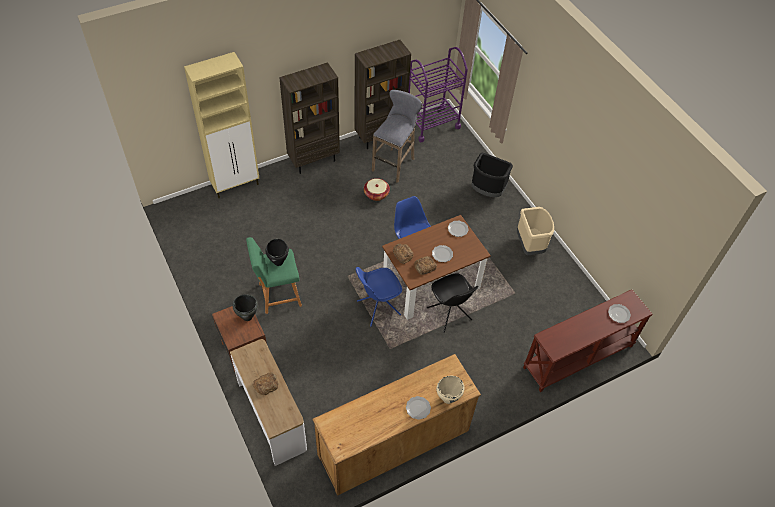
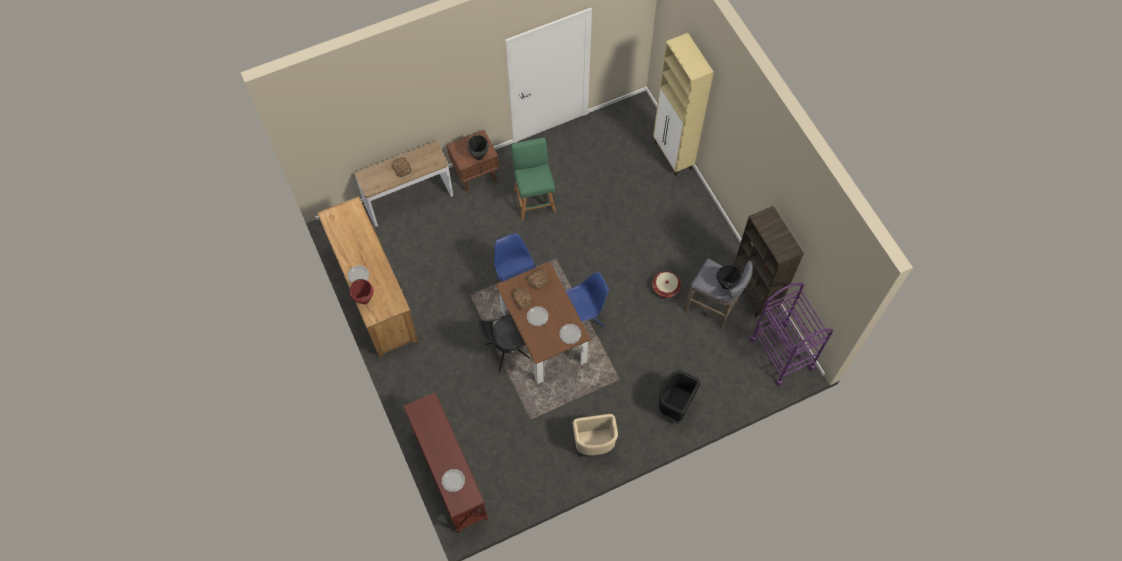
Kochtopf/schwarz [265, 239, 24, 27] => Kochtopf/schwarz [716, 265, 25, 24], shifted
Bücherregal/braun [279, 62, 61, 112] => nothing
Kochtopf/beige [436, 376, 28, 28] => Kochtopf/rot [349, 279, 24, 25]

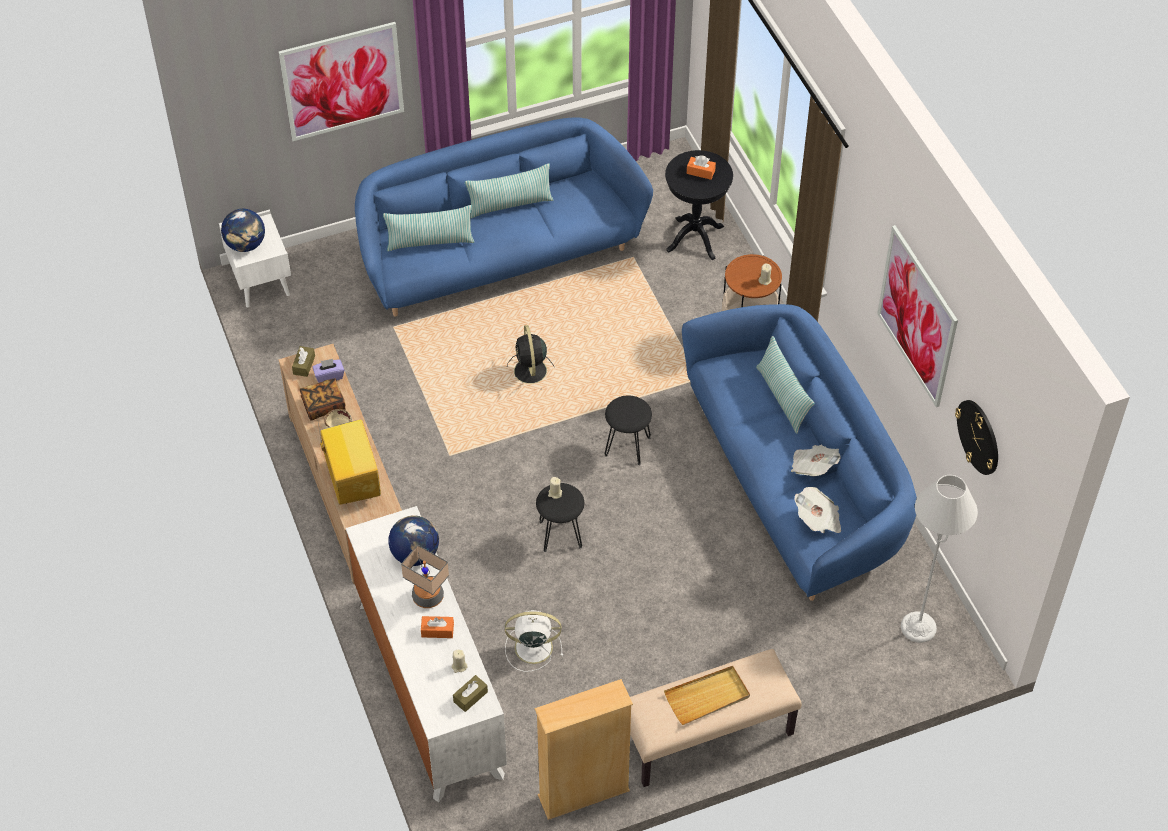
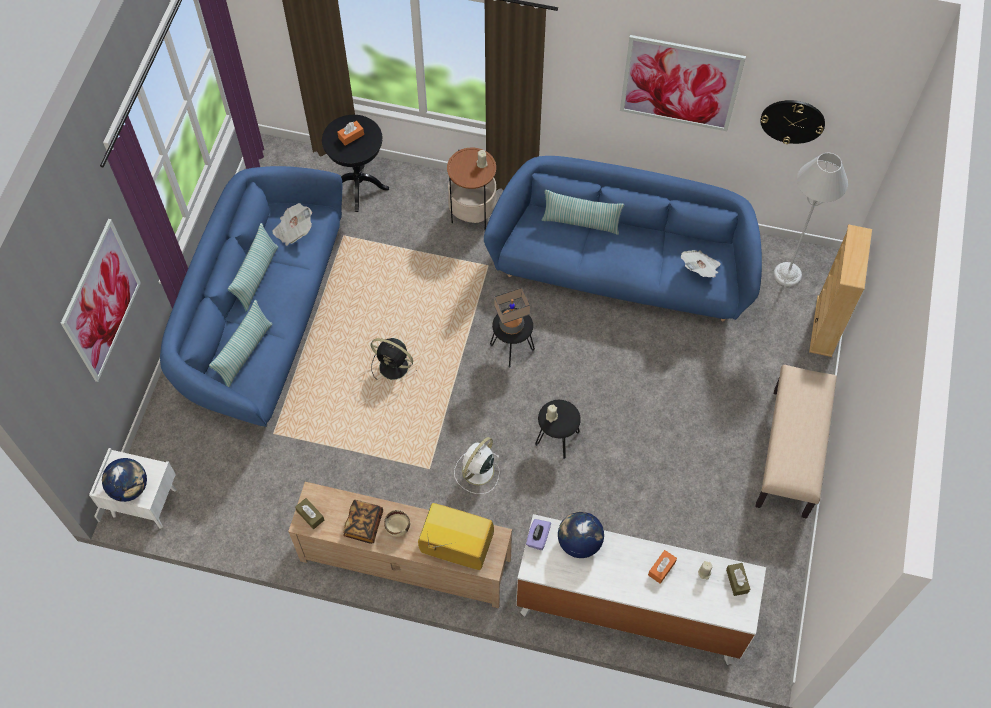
Taschentuchbox/lila [313, 359, 31, 24] => Taschentuchbox/lila [526, 519, 25, 31], shifted
Tischlampe [401, 545, 48, 63] => Tischlampe [494, 287, 36, 47], shifted
Ventilator/weiß [505, 610, 58, 62] => Ventilator/weiß [454, 437, 46, 57], shifted
Bücherregal/beige [535, 679, 98, 141] => Bücherregal/beige [809, 224, 63, 133], shifted
Tablett/beige [664, 666, 86, 59] => nothing
Zeitung [791, 445, 50, 31] => Zeitung [273, 203, 39, 43], shifted

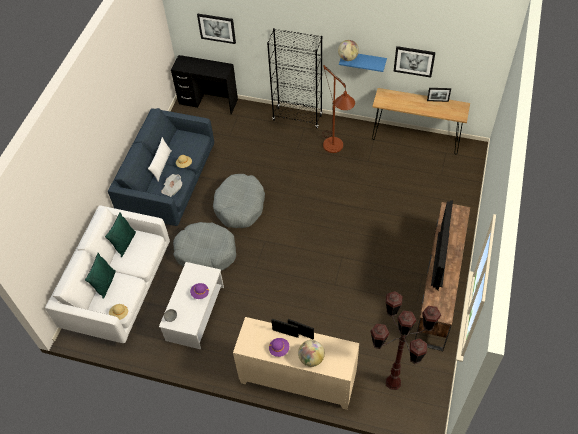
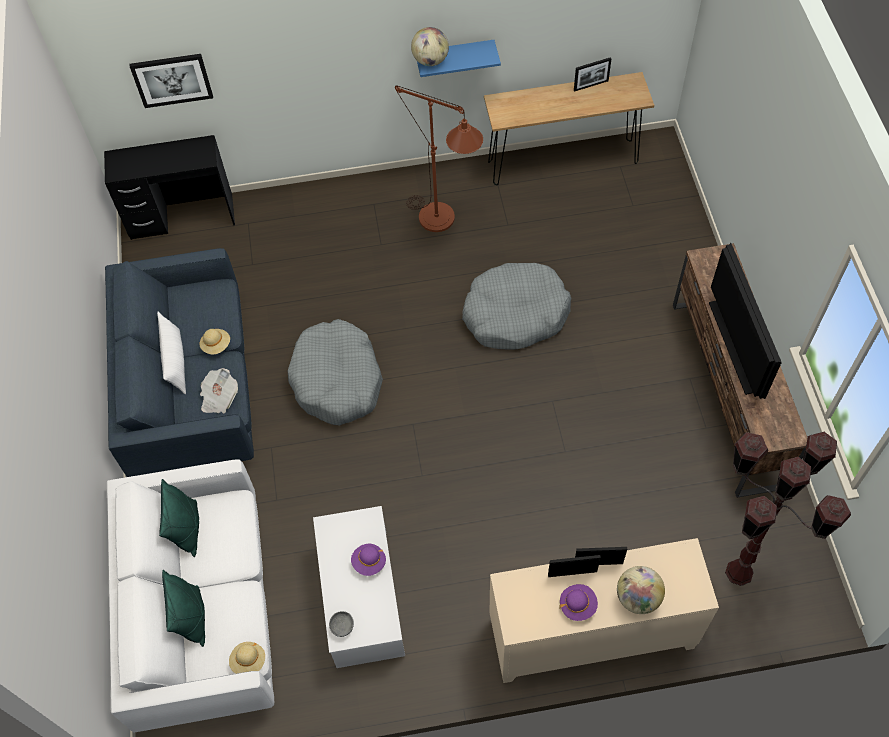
Hundebett/grau [173, 222, 63, 49] => Hundebett/grau [462, 263, 109, 87], shifted
Bücherregal/schwarz [267, 28, 56, 100] => nothing
Bild [393, 46, 43, 32] => nothing

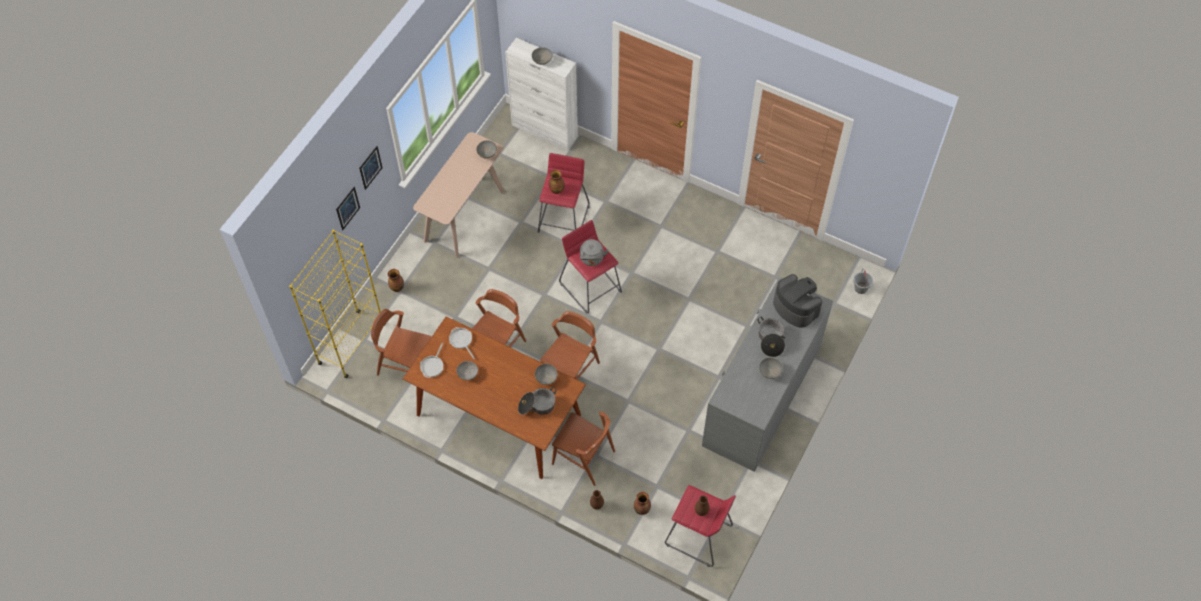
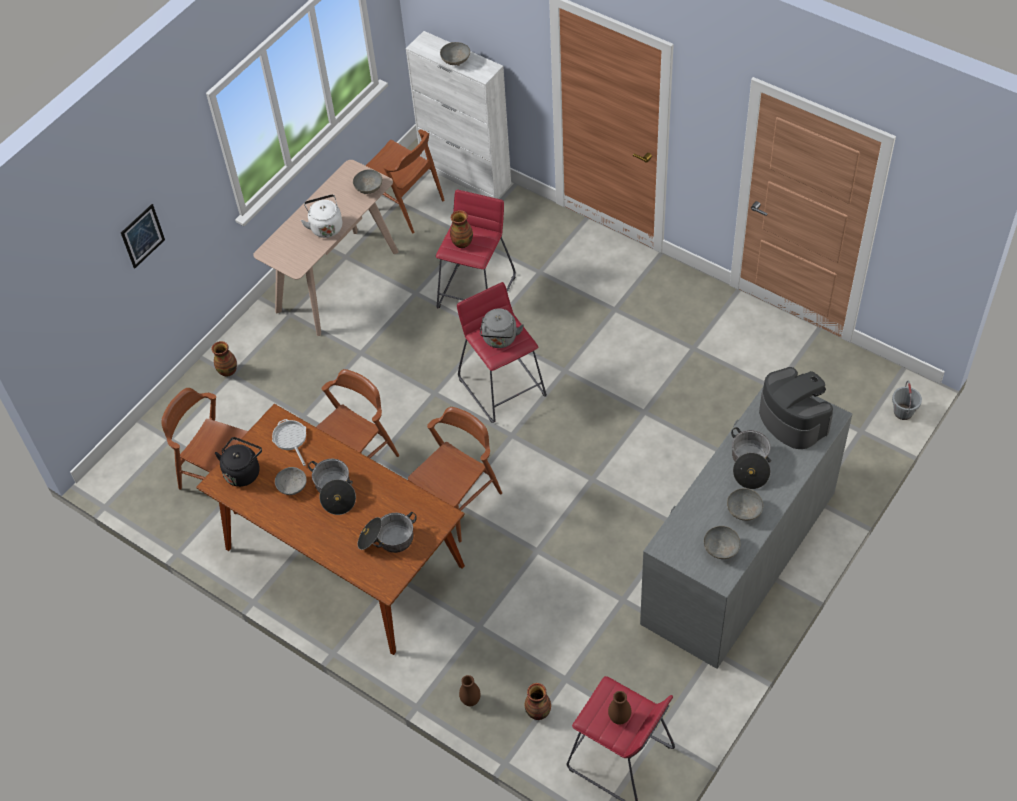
Bücherregal/gelb [289, 229, 97, 149] => nothing
Bild [359, 146, 23, 44] => nothing
Pfanne [420, 343, 24, 35] => Wasserkessel/schwarz [215, 437, 47, 50]
Schüssel/grau [535, 364, 23, 21] => Schüssel/grau [704, 526, 37, 33], shifted
Stuhl/braun [552, 411, 63, 75] => Stuhl/braun [365, 130, 80, 103], shifted
nothing => Wasserkessel/weiß [301, 194, 41, 44]
nothing => Kochtopf [308, 459, 48, 56]

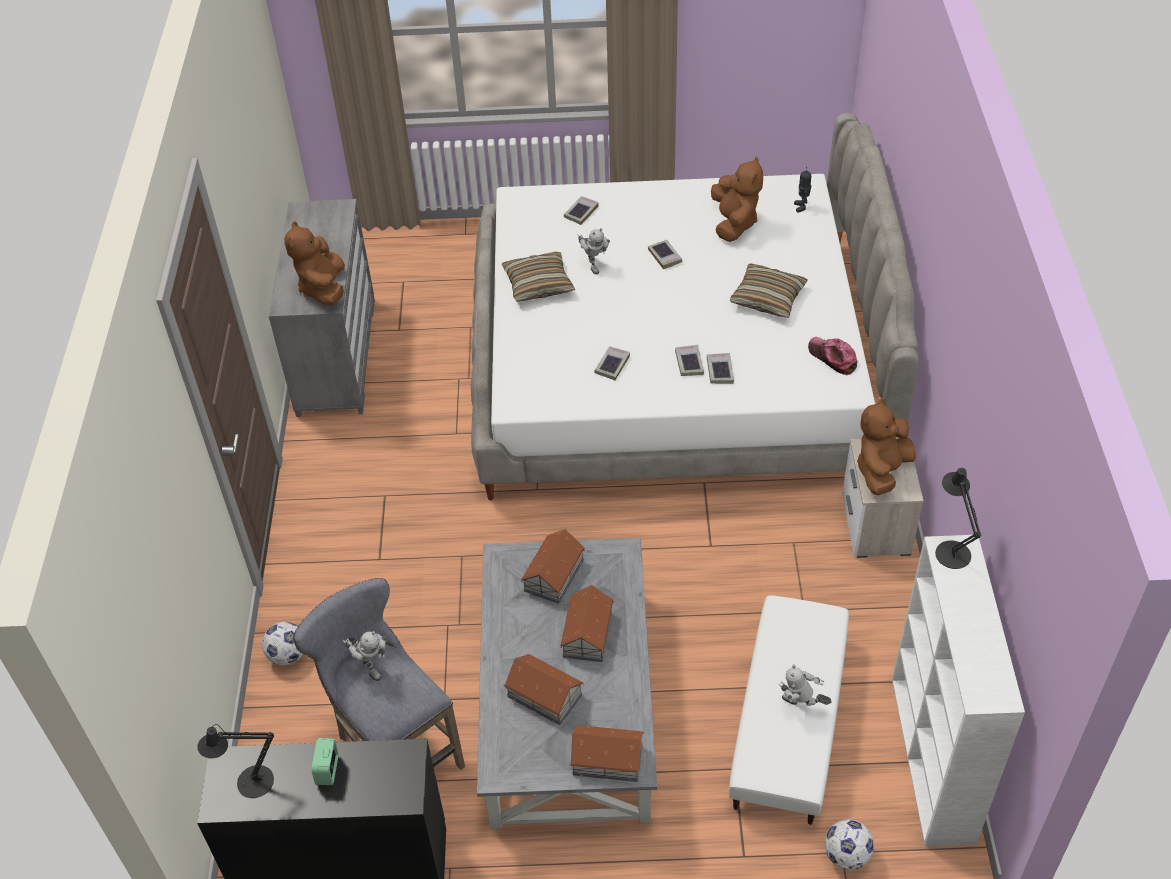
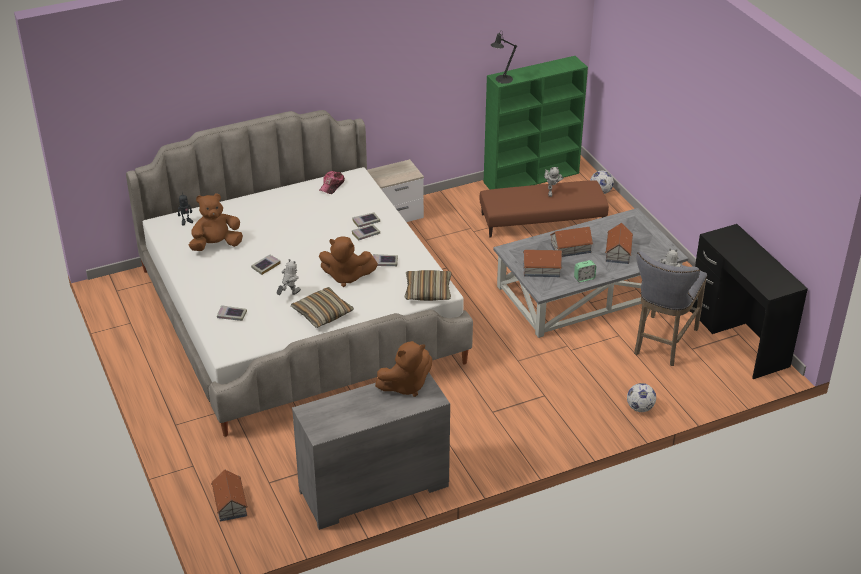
Tischlampe/schwarz [197, 724, 77, 74] => nothing
Wecker [312, 738, 26, 47] => Wecker [574, 260, 22, 22], shifted
Spielzeughaus [569, 725, 75, 57] => Spielzeughaus [211, 469, 37, 52], shifted
Polsterhocker/weiß [729, 595, 120, 230] => Polsterhocker/braun [480, 180, 129, 58]
Kissen [730, 263, 78, 55] => Kissen [404, 270, 48, 31], shifted
Plüschtier/braun [857, 398, 59, 97] => Plüschtier/braun [319, 237, 59, 50], shifted
Bücherregal/weiß [892, 535, 133, 312] => Bücherregal/grün [484, 56, 104, 133]

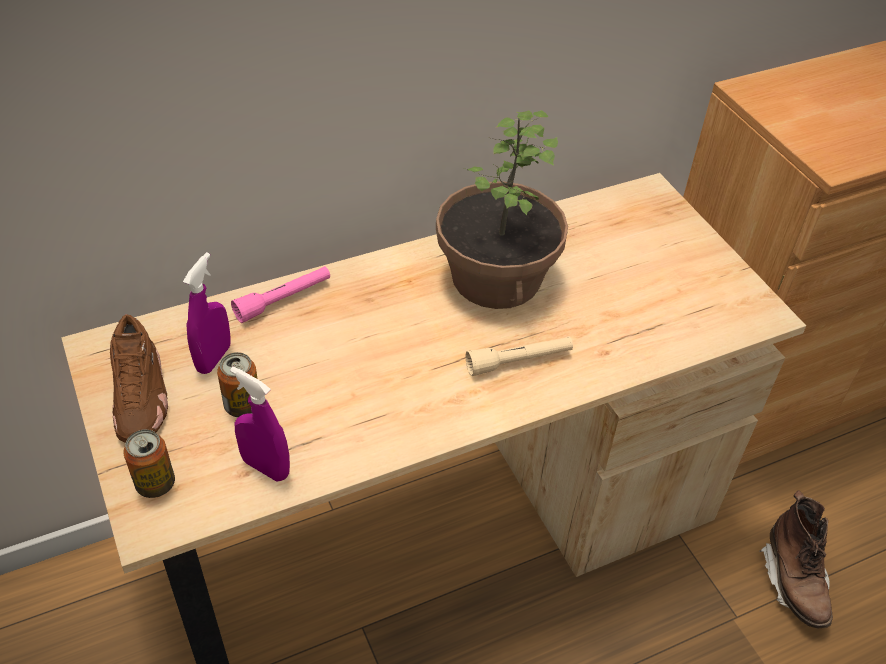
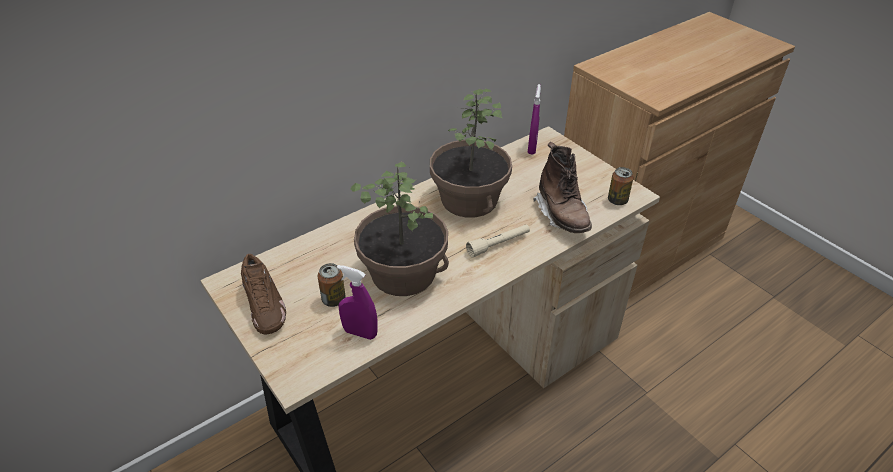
Dose [123, 429, 52, 69] => Dose [608, 167, 25, 38], shifted
Sprühflasche/lila [183, 252, 48, 122] => Sprühflasche/lila [528, 84, 13, 70], shifted
Taschenlampe/rosa [231, 266, 99, 57] => nothing
Stiefel/braun [759, 490, 74, 139] => Stiefel/braun [533, 142, 59, 91], shifted
nothing => Topfpflanze [350, 161, 99, 135]

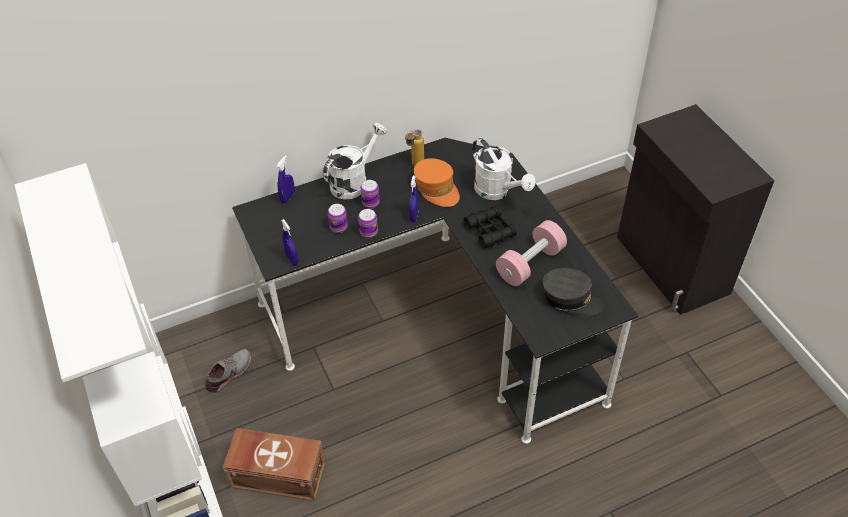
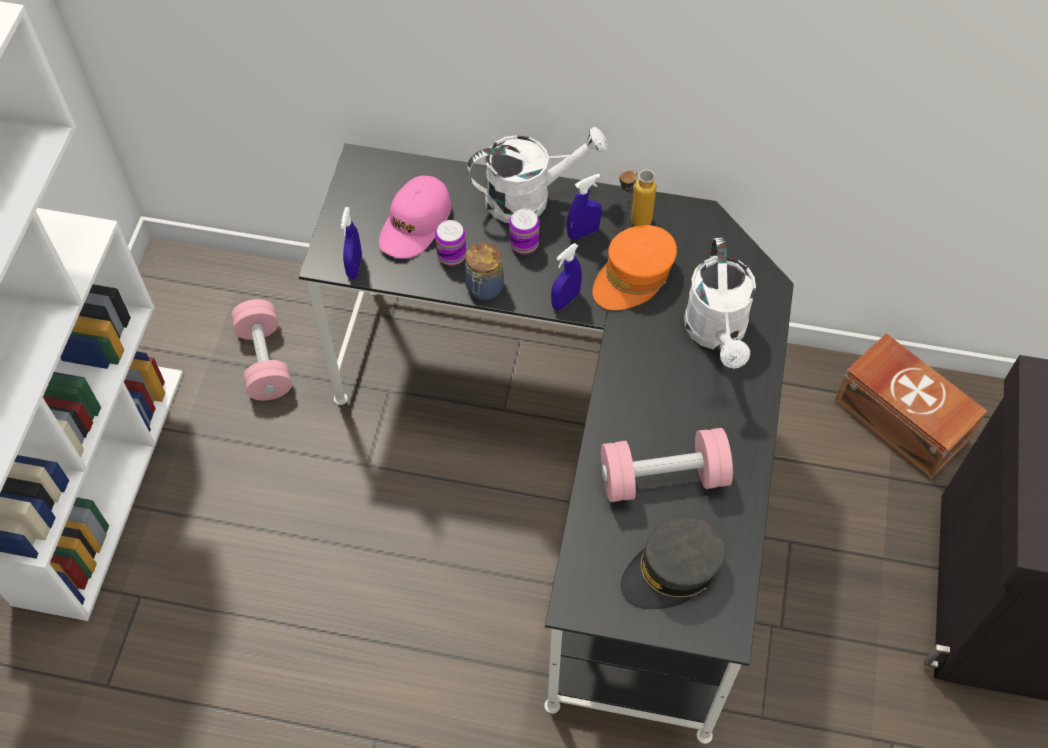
Schuh/grau [206, 349, 45, 44] => Hantel/rosa [231, 299, 61, 101]
Aufbewahrungsbox/braun [223, 428, 102, 73] => Aufbewahrungsbox/braun [834, 333, 153, 146], shifted
Sprühflasche/blau [276, 155, 19, 49] => Sprühflasche/blau [567, 174, 35, 66], shifted
Dose [358, 209, 20, 29] => Vorratsglas [465, 242, 39, 58]
Kappe/orange [414, 158, 46, 49] => Kappe/orange [592, 225, 85, 85], 45 degrees clockwise
Fernglas/schwarz [463, 205, 54, 43] => nothing
Kappe/grau [543, 268, 60, 49] => Kappe/grau [621, 517, 105, 92], 90 degrees clockwise
nothing => Kappe/rosa [379, 176, 72, 83]

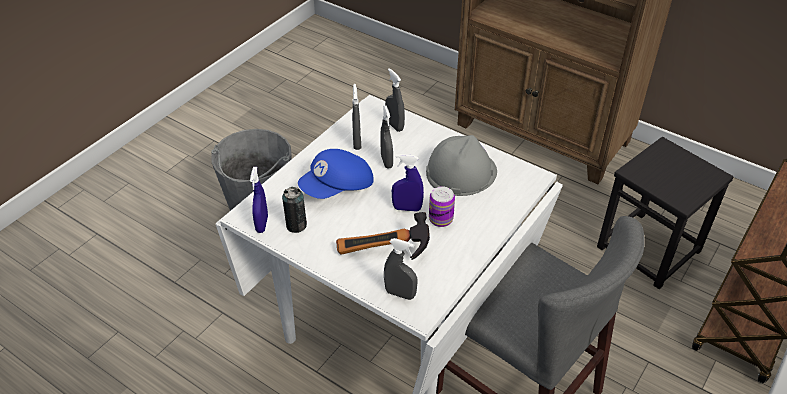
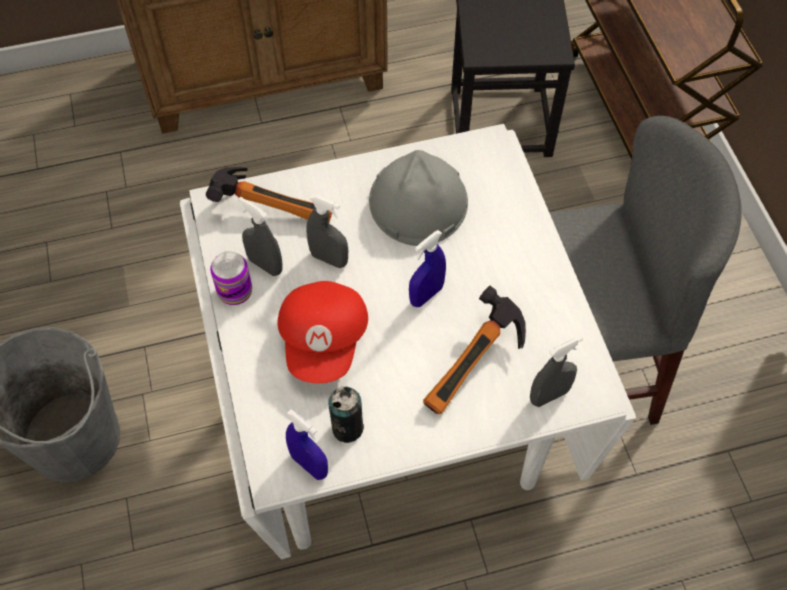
Kappe/blau [298, 149, 76, 50] => Kappe/rot [278, 281, 90, 102]
Sprühflasche/grau [385, 68, 20, 64] => Hammer [206, 167, 126, 55]
Dose [429, 186, 26, 41] => Dose [210, 251, 42, 54], shifted

